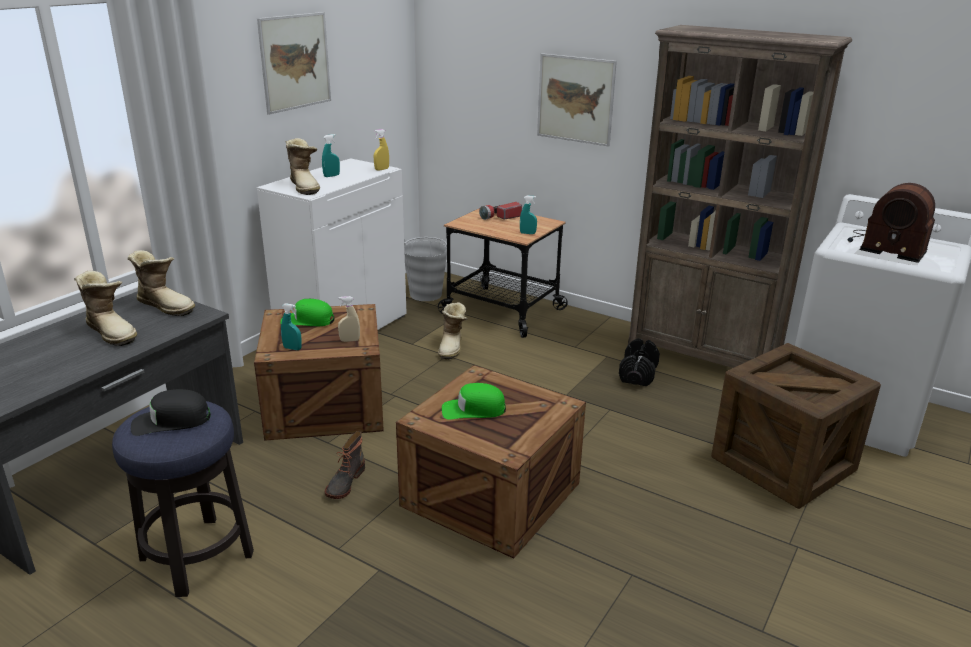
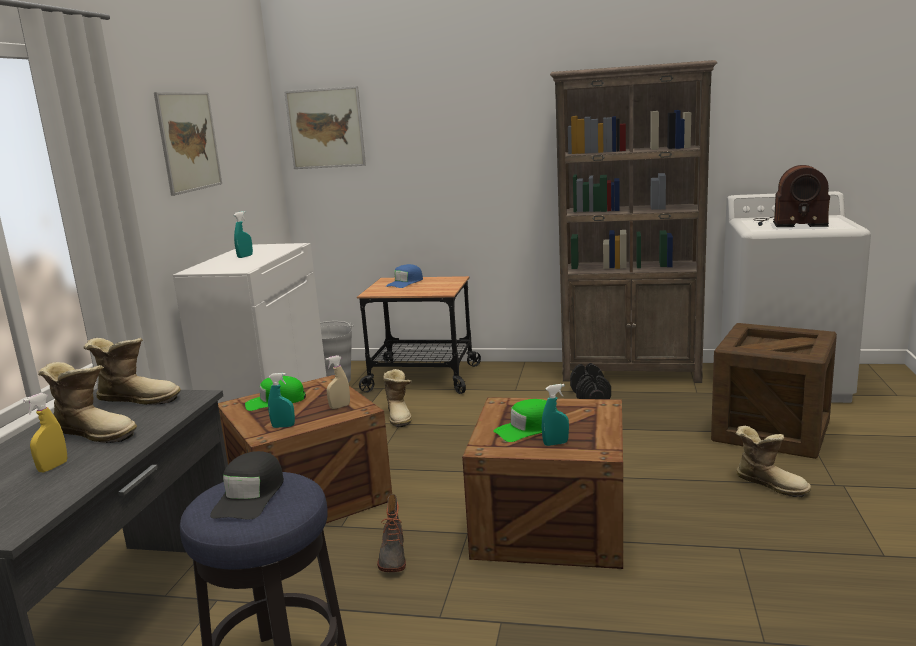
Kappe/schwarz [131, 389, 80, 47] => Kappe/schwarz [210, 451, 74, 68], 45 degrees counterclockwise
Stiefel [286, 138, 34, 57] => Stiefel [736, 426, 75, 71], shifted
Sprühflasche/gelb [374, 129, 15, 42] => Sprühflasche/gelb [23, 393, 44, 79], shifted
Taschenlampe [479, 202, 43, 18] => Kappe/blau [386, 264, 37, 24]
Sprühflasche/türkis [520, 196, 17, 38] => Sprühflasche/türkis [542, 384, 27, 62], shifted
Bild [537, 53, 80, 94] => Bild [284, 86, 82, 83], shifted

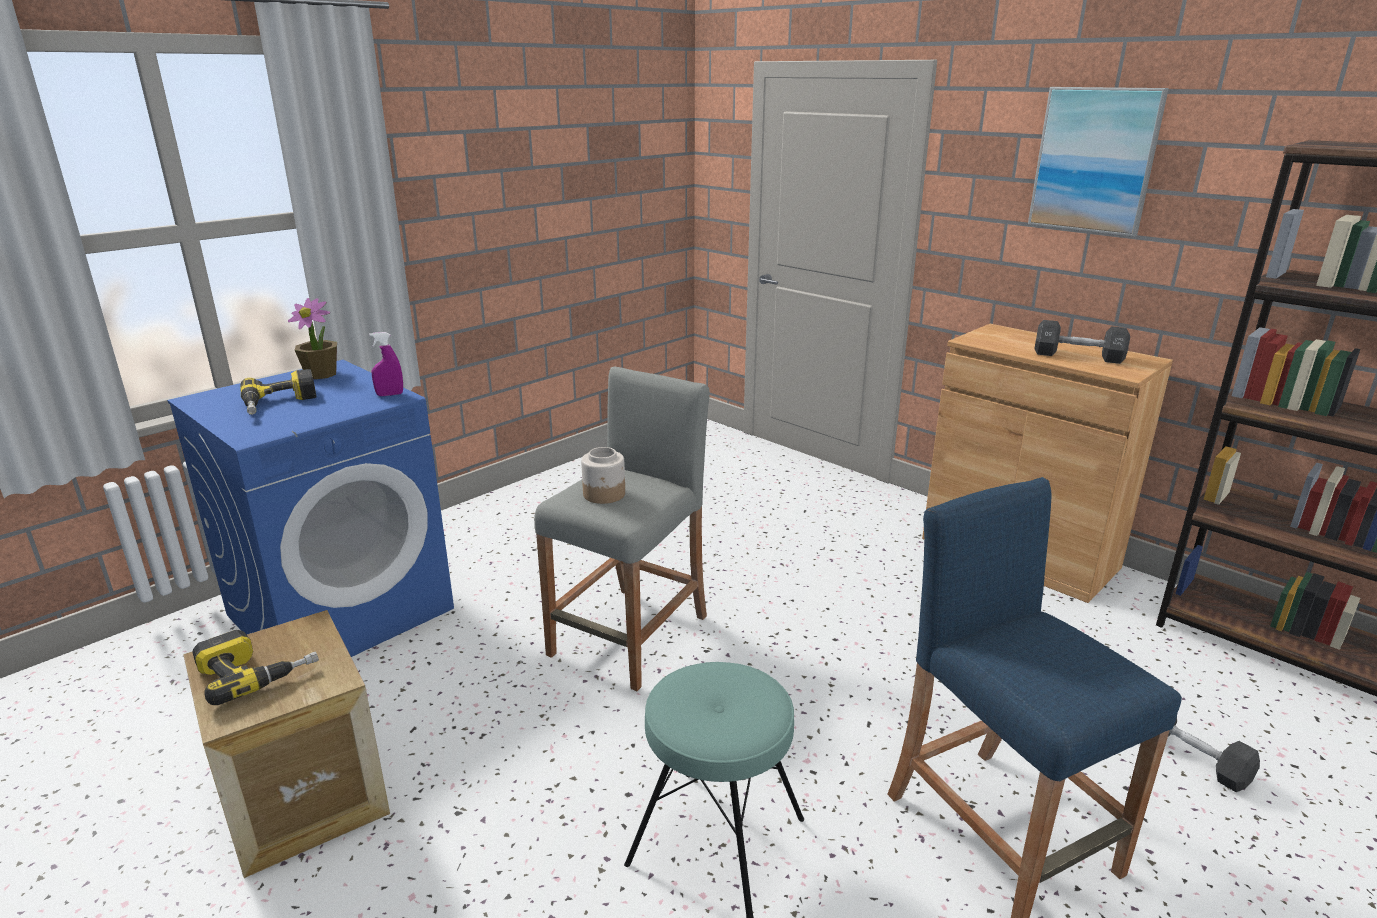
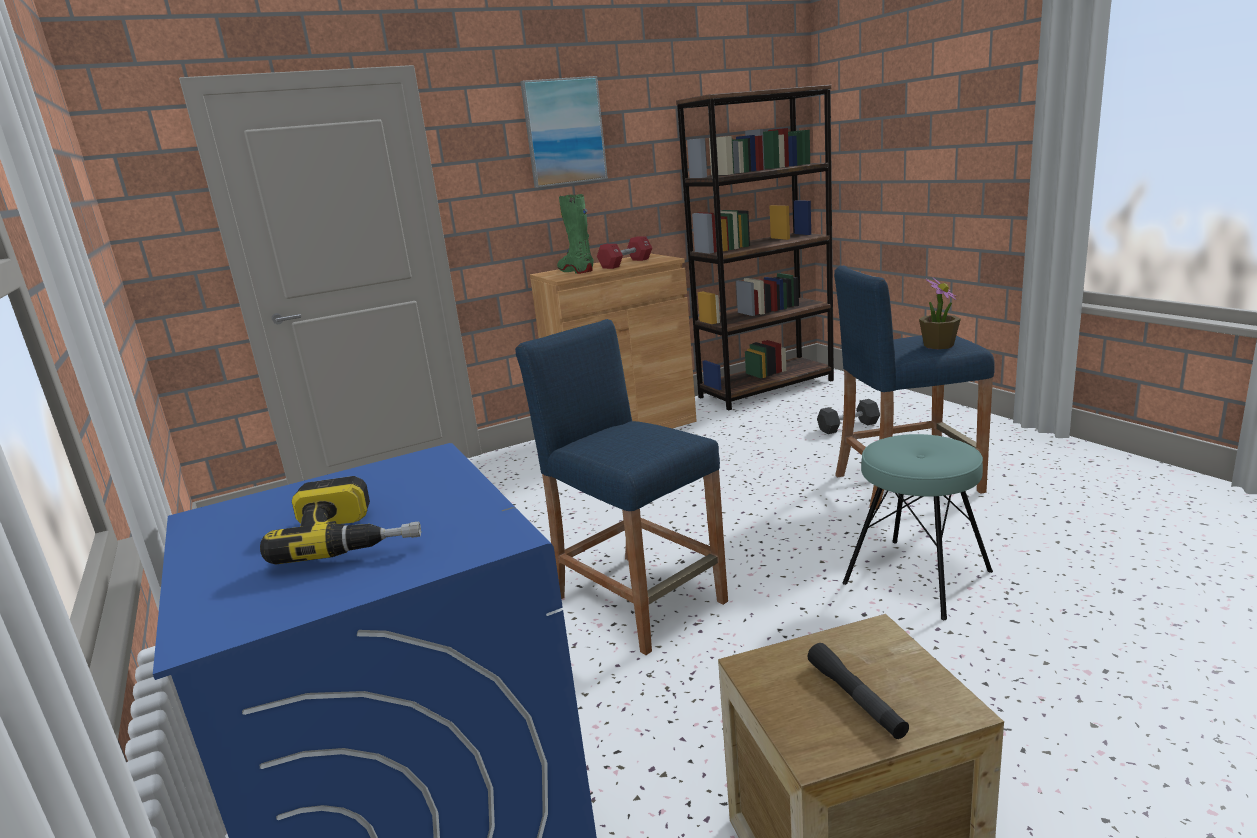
Bohrmaschine [192, 630, 127, 75] => Taschenlampe/schwarz [807, 643, 102, 96]
Topfpflanze [288, 298, 49, 81] => Topfpflanze [919, 277, 42, 72], shifted
Sprühflasche/lila [369, 332, 34, 64] => nothing
Hocker/grau [534, 366, 176, 325] => Hocker/blau [515, 319, 213, 336]
Vorratsglas [581, 447, 44, 57] => nothing
Hantel/schwarz [1034, 320, 96, 44] => Hantel/rot [597, 237, 55, 32]
nothing => Stiefel/grün [557, 194, 37, 80]

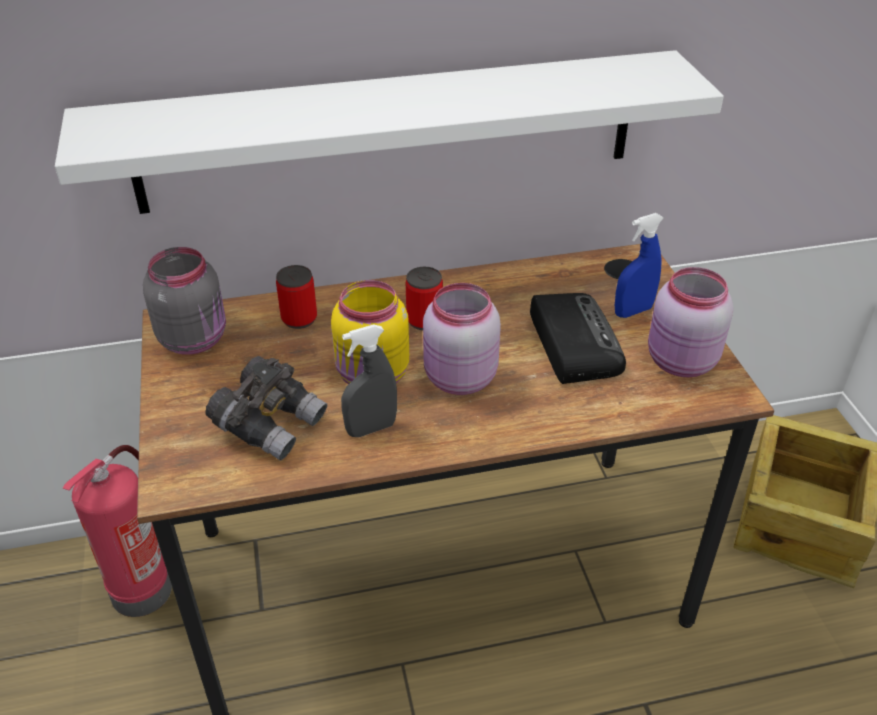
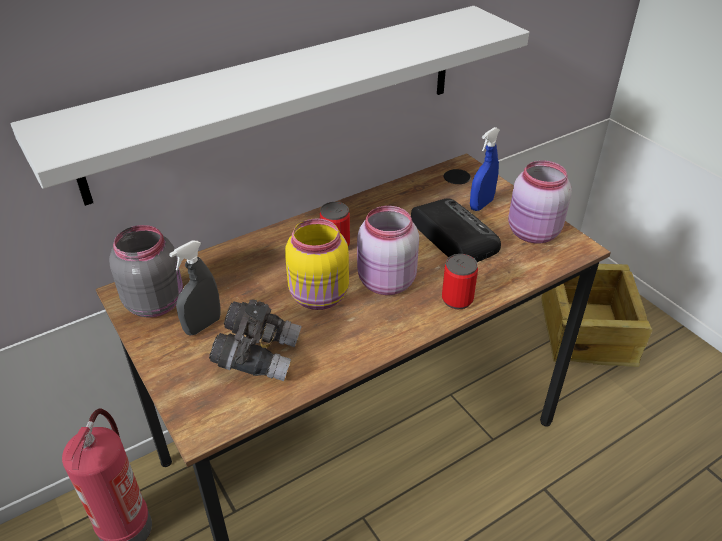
Dose [276, 265, 41, 64] => Dose [442, 254, 36, 55], shifted
Sprühflasche/grau [341, 324, 56, 113] => Sprühflasche/grau [169, 241, 52, 95], shifted

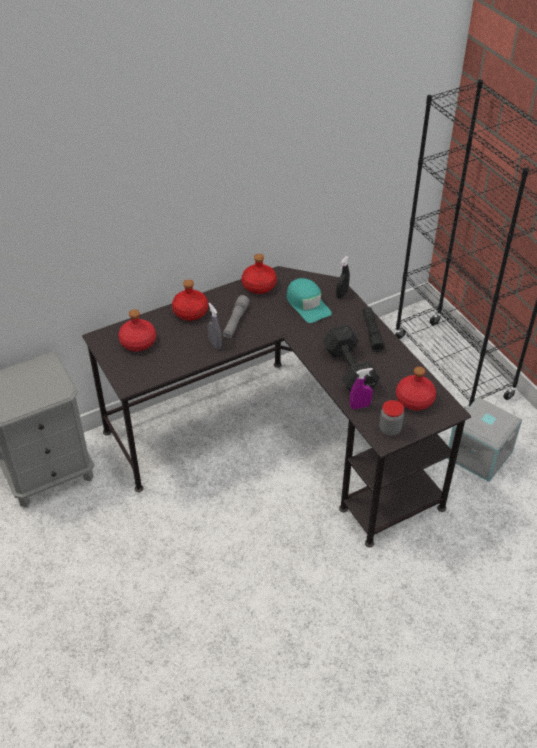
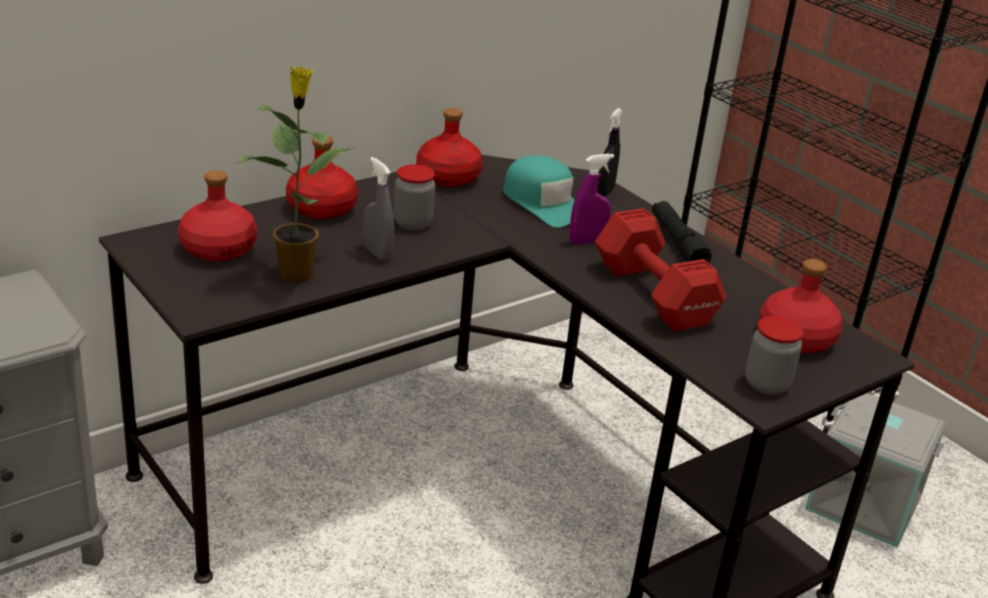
Taschenlampe/grau [222, 295, 27, 44] => Vorratsglas [394, 164, 41, 67]
Hantel/schwarz [322, 325, 58, 67] => Hantel/rot [595, 208, 131, 124]
Sprühflasche/lila [350, 368, 23, 41] => Sprühflasche/lila [570, 153, 44, 91], shifted
nothing => Topfpflanze [236, 67, 120, 216]

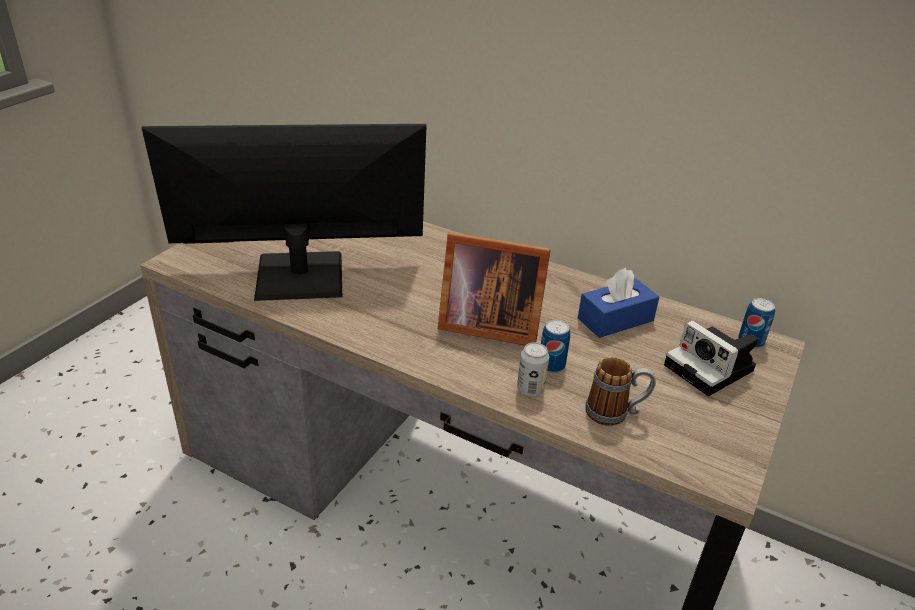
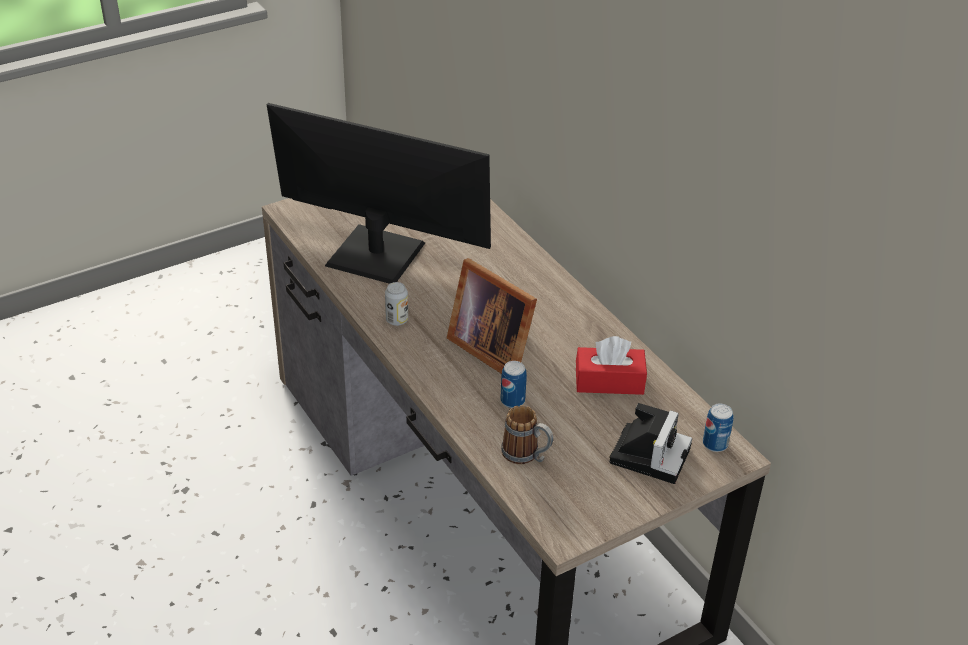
Dose [517, 342, 32, 55] => Dose [385, 282, 23, 44], shifted
Taschentuchbox/blau [578, 268, 81, 70] => Taschentuchbox/rot [576, 336, 71, 59]
Kamera [664, 320, 94, 76] => Kamera [609, 403, 83, 81], 150 degrees counterclockwise

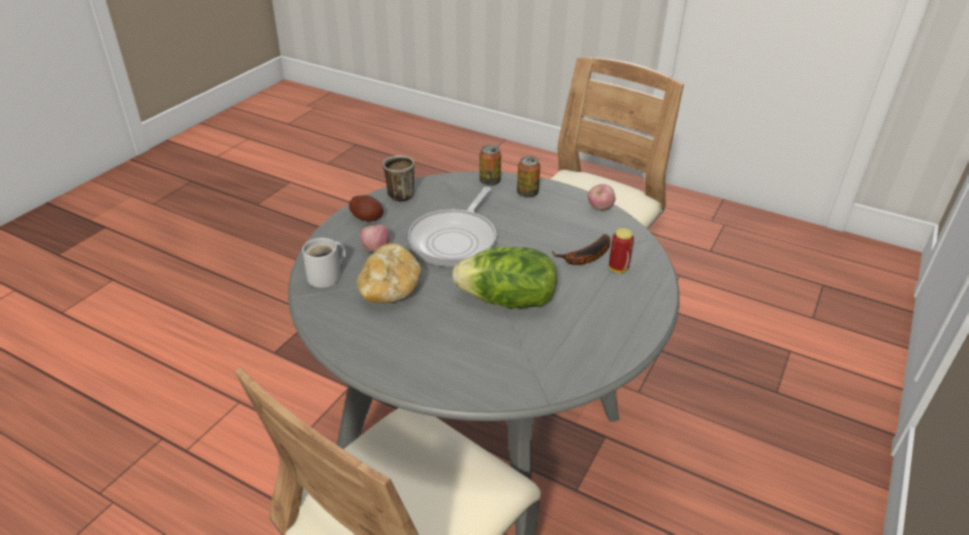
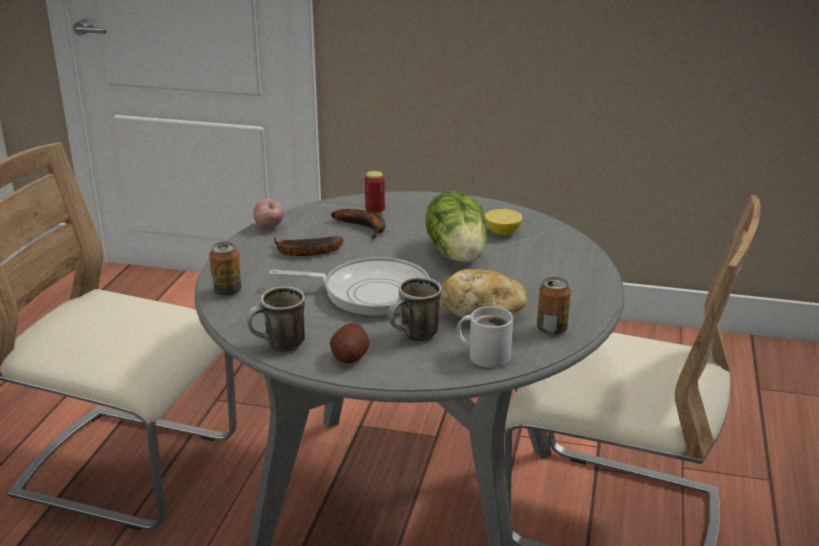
Apfel [360, 224, 29, 28] => Henkelbecher [388, 277, 54, 64]
Dose [517, 156, 23, 42] => Dose [537, 277, 34, 58], shifted
nothing => Banane [274, 236, 69, 20]
nothing => Zitrone [485, 209, 38, 26]

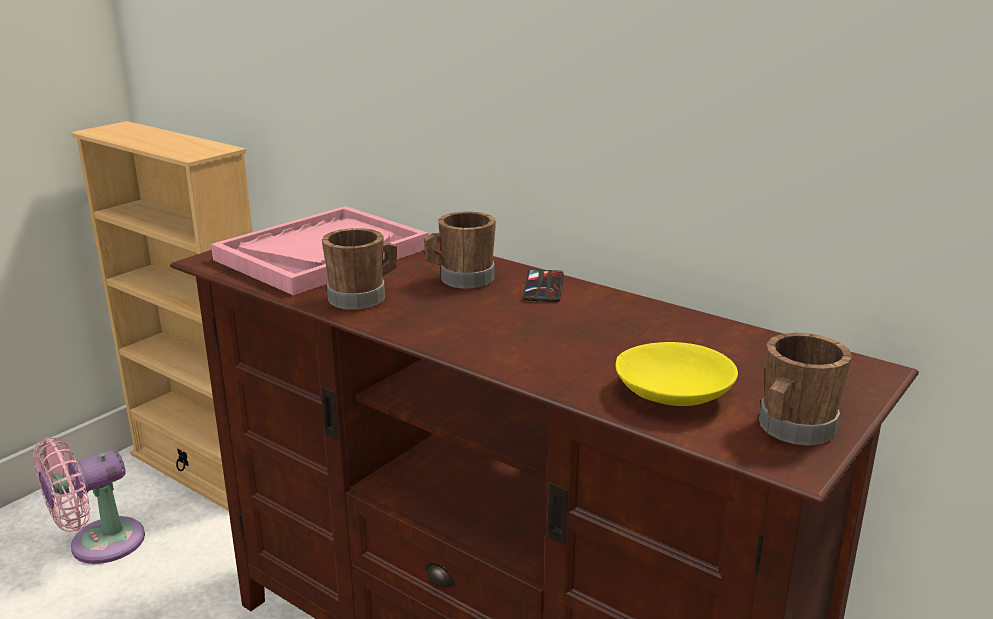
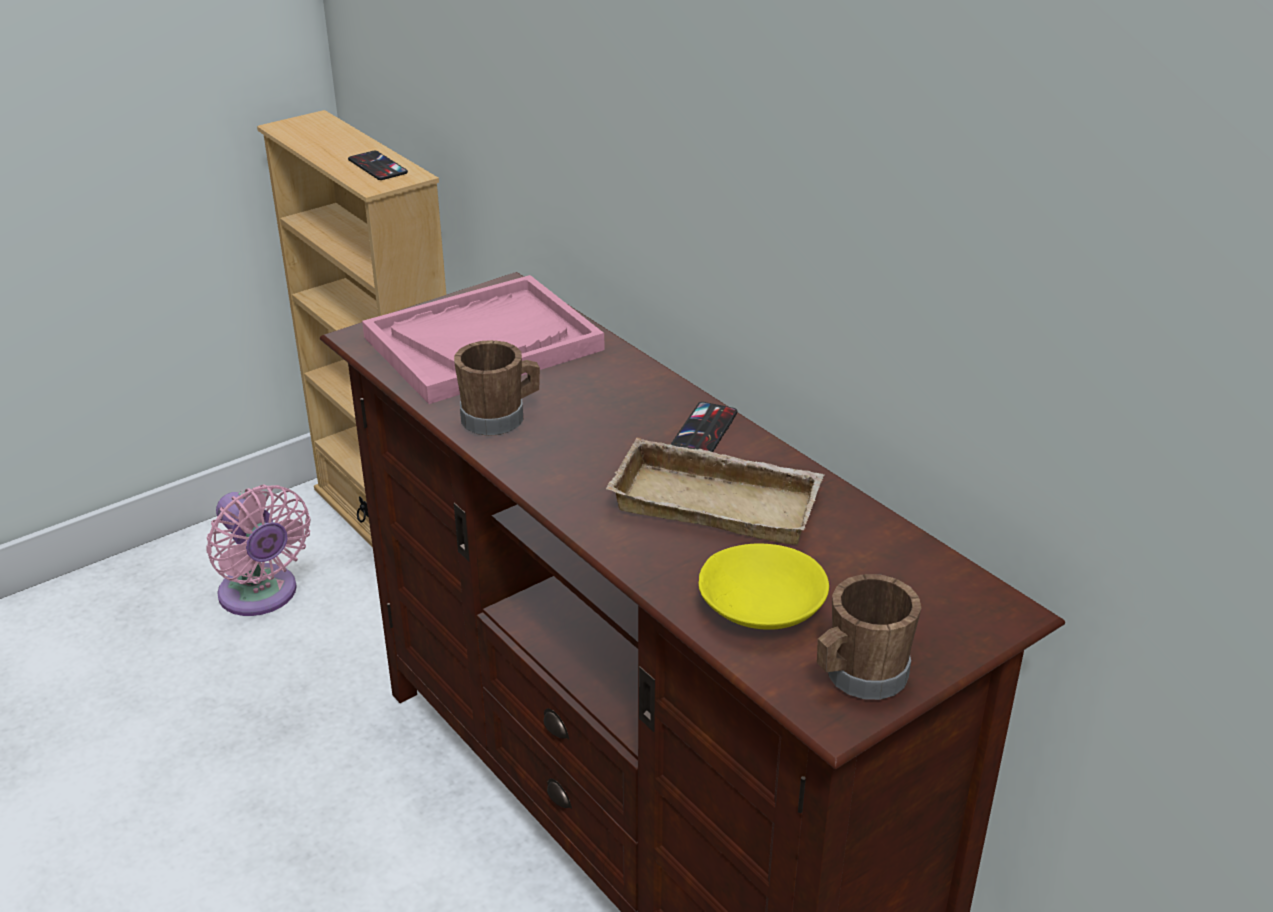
Ventilator/rosa [33, 437, 112, 127] => Ventilator/rosa [207, 484, 103, 132], 105 degrees counterclockwise
Henkelbecher/braun [424, 211, 72, 78] => nothing
nothing => Handy [348, 151, 60, 29]
nothing => Tablett/beige [606, 438, 218, 107]

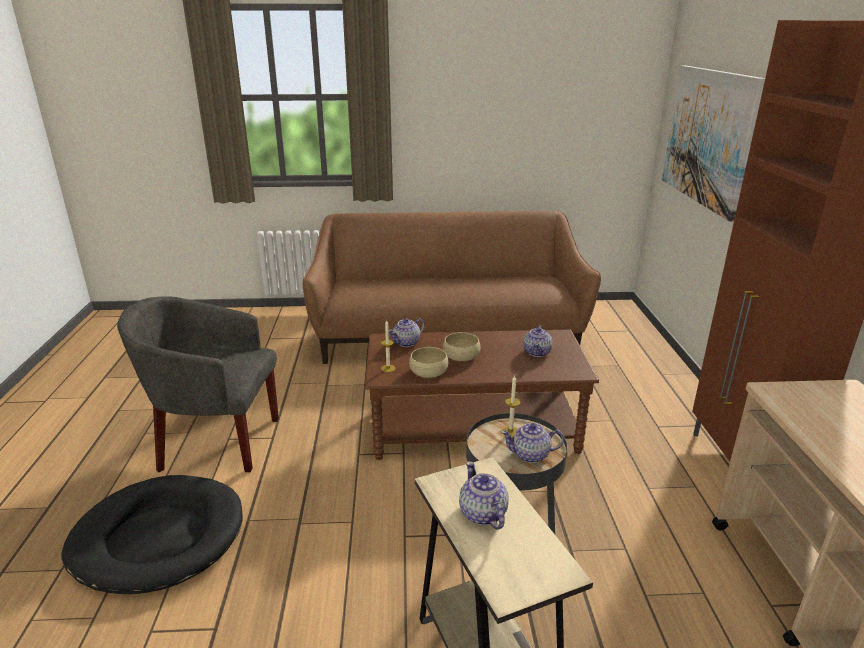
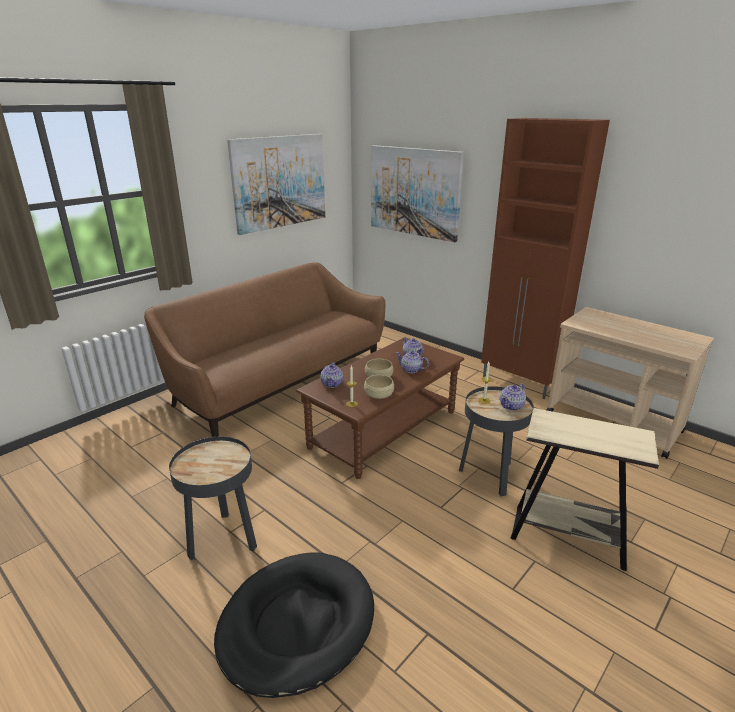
Sessel/grau [117, 296, 162, 176] => Beistelltisch/schwarz [169, 437, 88, 123]
Teekanne [459, 461, 50, 68] => Teekanne [396, 351, 33, 22], shifted
nothing => Bild [227, 134, 98, 101]

